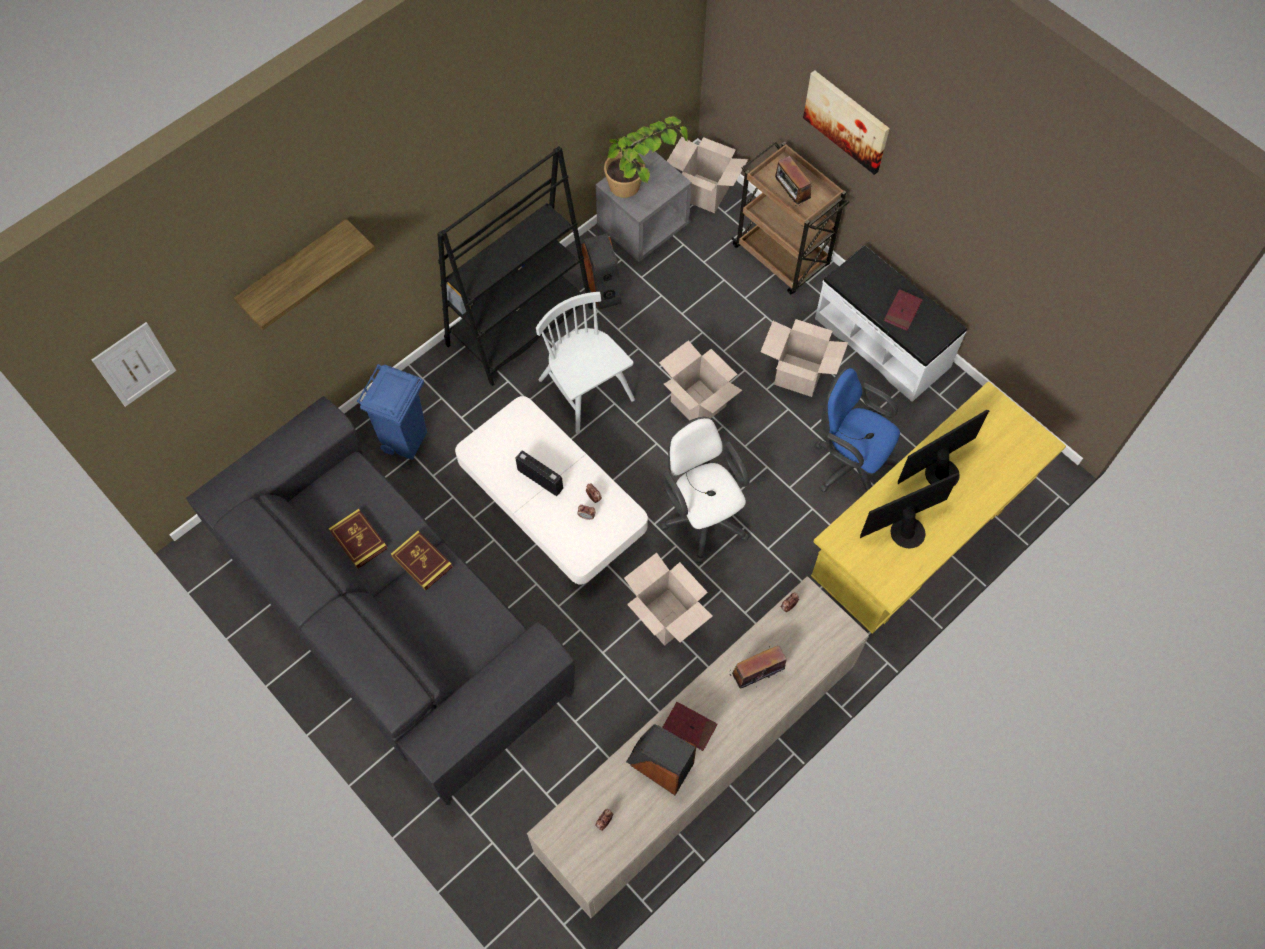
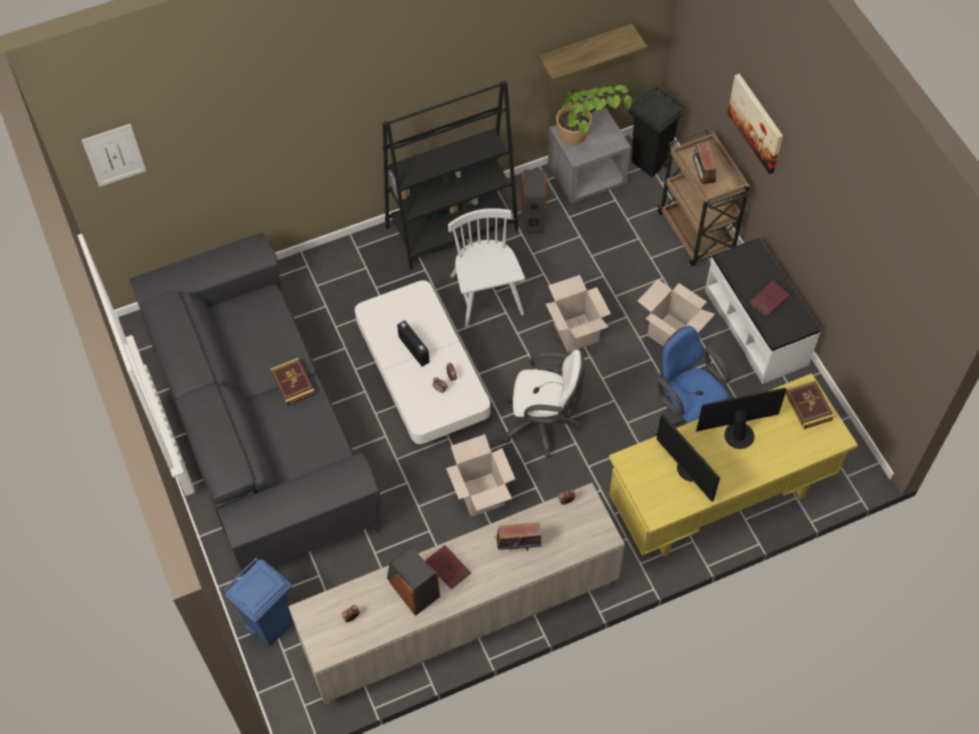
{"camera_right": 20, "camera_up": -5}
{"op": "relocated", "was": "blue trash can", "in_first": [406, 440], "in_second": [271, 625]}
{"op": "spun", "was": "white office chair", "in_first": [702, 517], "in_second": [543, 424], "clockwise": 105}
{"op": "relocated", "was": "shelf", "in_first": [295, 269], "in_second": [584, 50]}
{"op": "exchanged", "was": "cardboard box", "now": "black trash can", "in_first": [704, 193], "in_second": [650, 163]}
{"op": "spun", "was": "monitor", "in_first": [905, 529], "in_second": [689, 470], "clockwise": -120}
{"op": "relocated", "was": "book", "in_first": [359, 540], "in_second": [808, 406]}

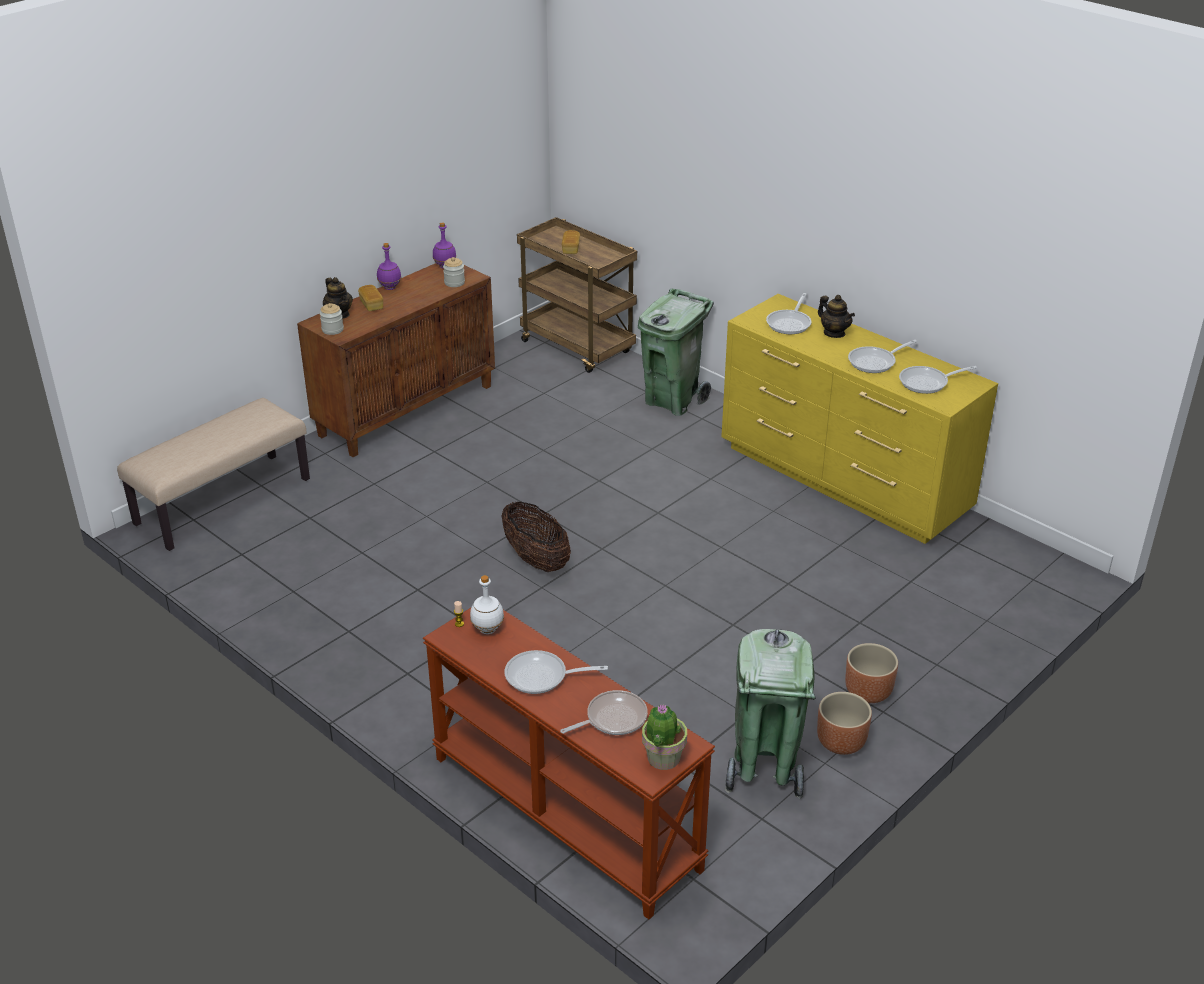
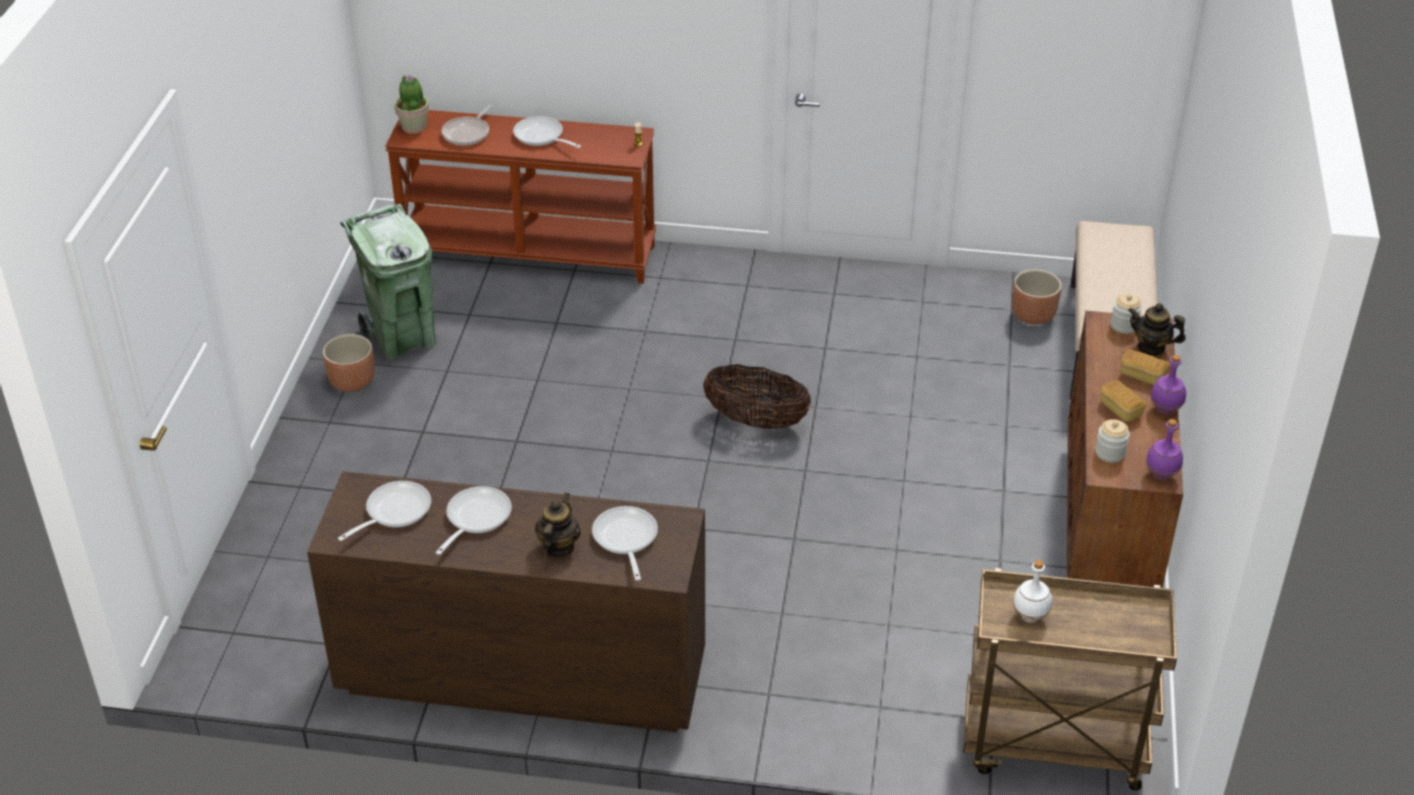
{"camera_right": 145, "camera_up": 5}
{"op": "colour", "was": "yellow dresser", "now": "brown dresser", "in_first": [844, 480], "in_second": [520, 676]}
{"op": "spun", "was": "frying pan", "in_first": [542, 677], "in_second": [541, 137], "clockwise": -105}
{"op": "spun", "was": "teapot", "in_first": [834, 333], "in_second": [558, 547], "clockwise": 90}
{"op": "relocated", "was": "brown planter", "in_first": [867, 692], "in_second": [1034, 316]}
{"op": "relocated", "was": "white bottle", "in_first": [487, 629], "in_second": [1030, 616]}
{"op": "relocated", "was": "bread", "in_first": [571, 249], "in_second": [1120, 409]}
{"op": "missing", "was": "green trash can", "in_first": [672, 400]}

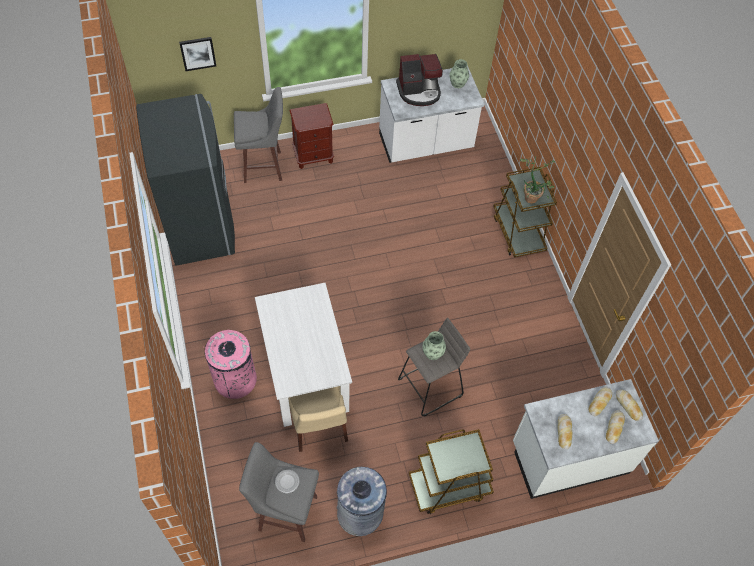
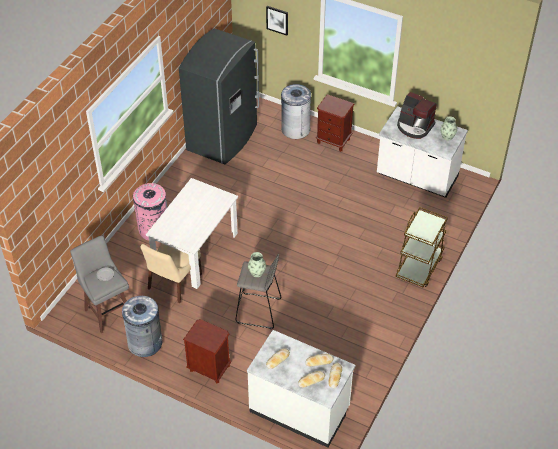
{"camera_right": 45, "camera_up": -10}
{"op": "exchanged", "was": "brown cart", "now": "brown nightstand", "in_first": [449, 486], "in_second": [209, 368]}
{"op": "exchanged", "was": "grey stool", "now": "grey trash can", "in_first": [264, 167], "in_second": [295, 129]}
{"op": "missing", "was": "potted plant", "in_first": [532, 195]}

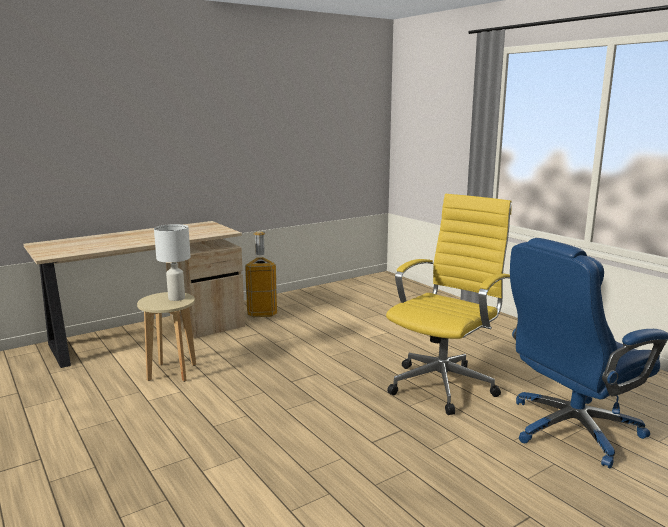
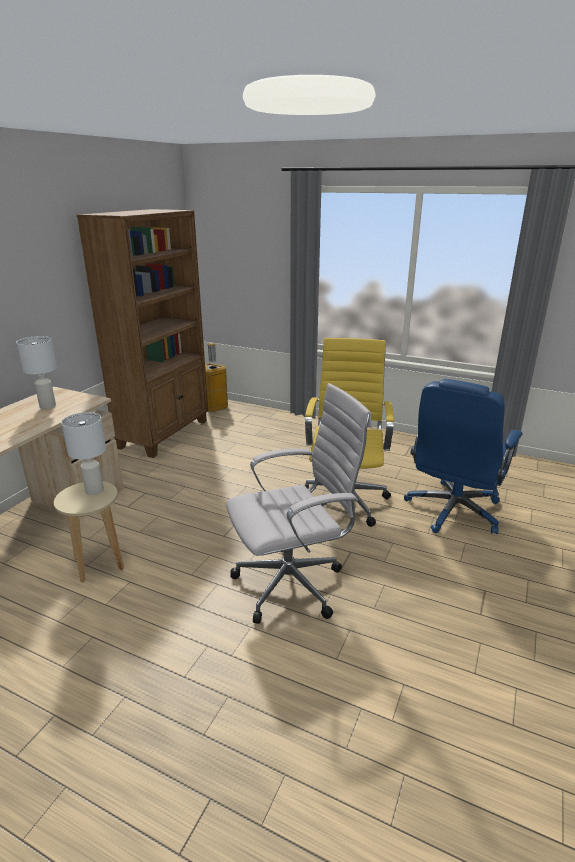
{"camera_right": -30, "camera_up": 10}
{"op": "appeared", "now": "white table lamp", "in_second": [47, 406]}
{"op": "appeared", "now": "brown bookcase", "in_second": [165, 434]}
{"op": "relocated", "was": "trash can", "in_first": [262, 313], "in_second": [215, 407]}
{"op": "appeared", "now": "white office chair", "in_second": [294, 584]}

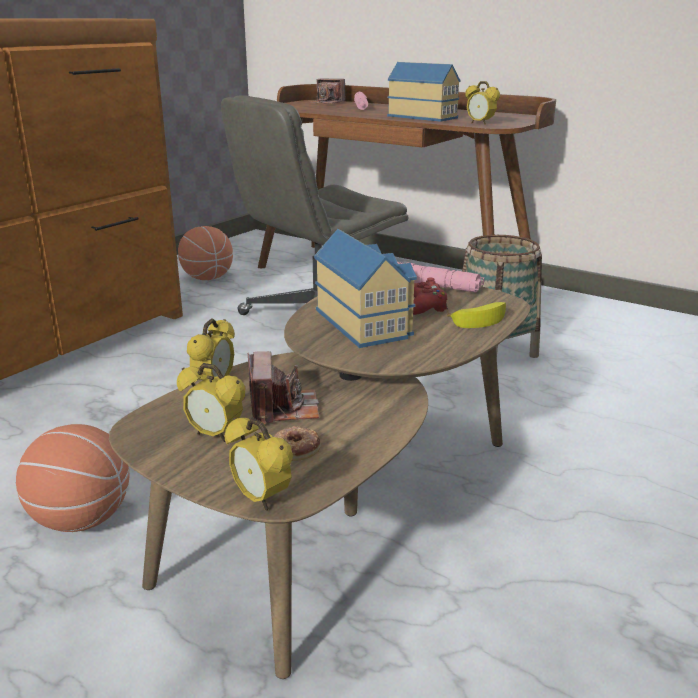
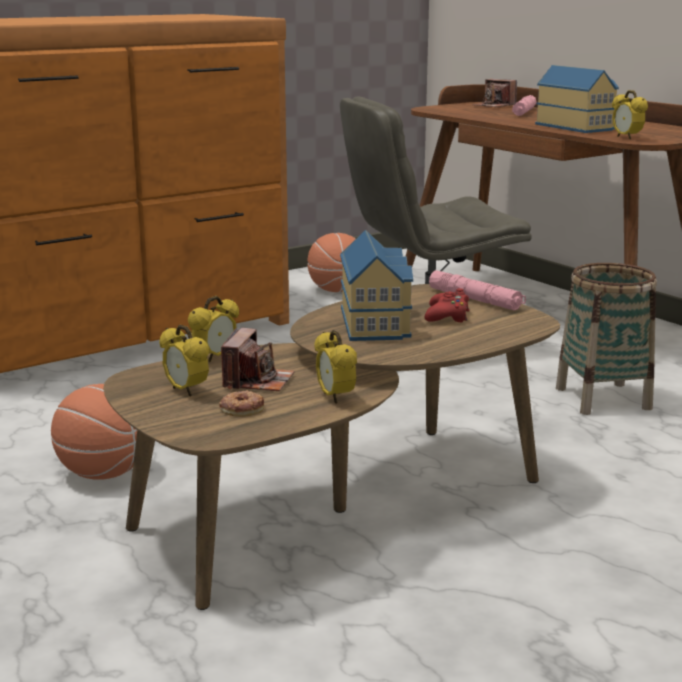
{"camera_right": 20, "camera_up": -5}
{"op": "relocated", "was": "alarm clock", "in_first": [261, 499], "in_second": [335, 398]}
{"op": "missing", "was": "banana", "in_first": [480, 320]}

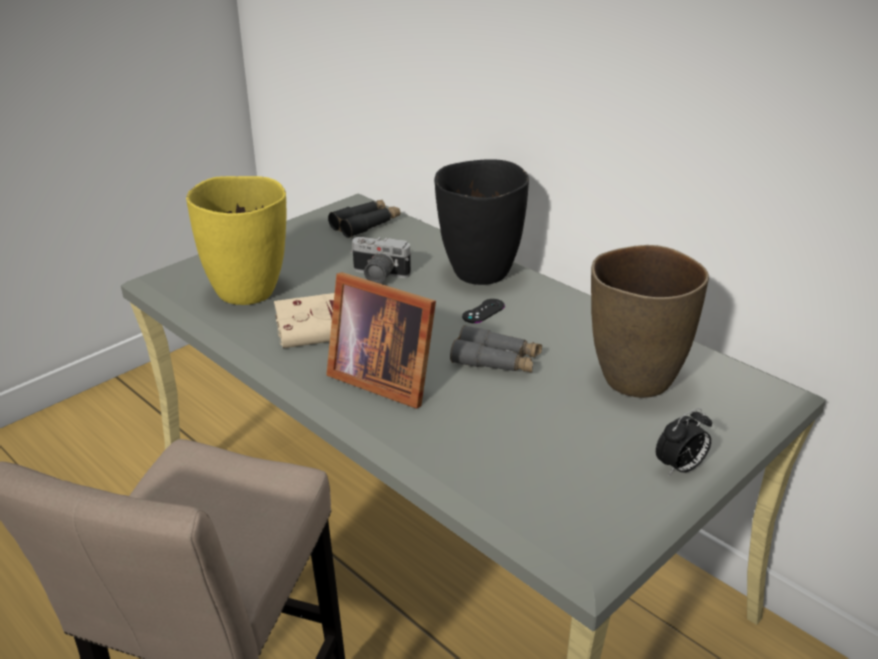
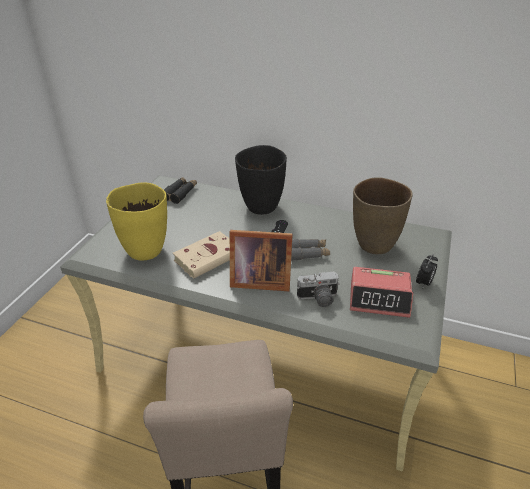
{"camera_right": -25, "camera_up": 5}
{"op": "relocated", "was": "photo camera", "in_first": [378, 276], "in_second": [318, 299]}
{"op": "appeared", "now": "alarm clock", "in_second": [379, 298]}

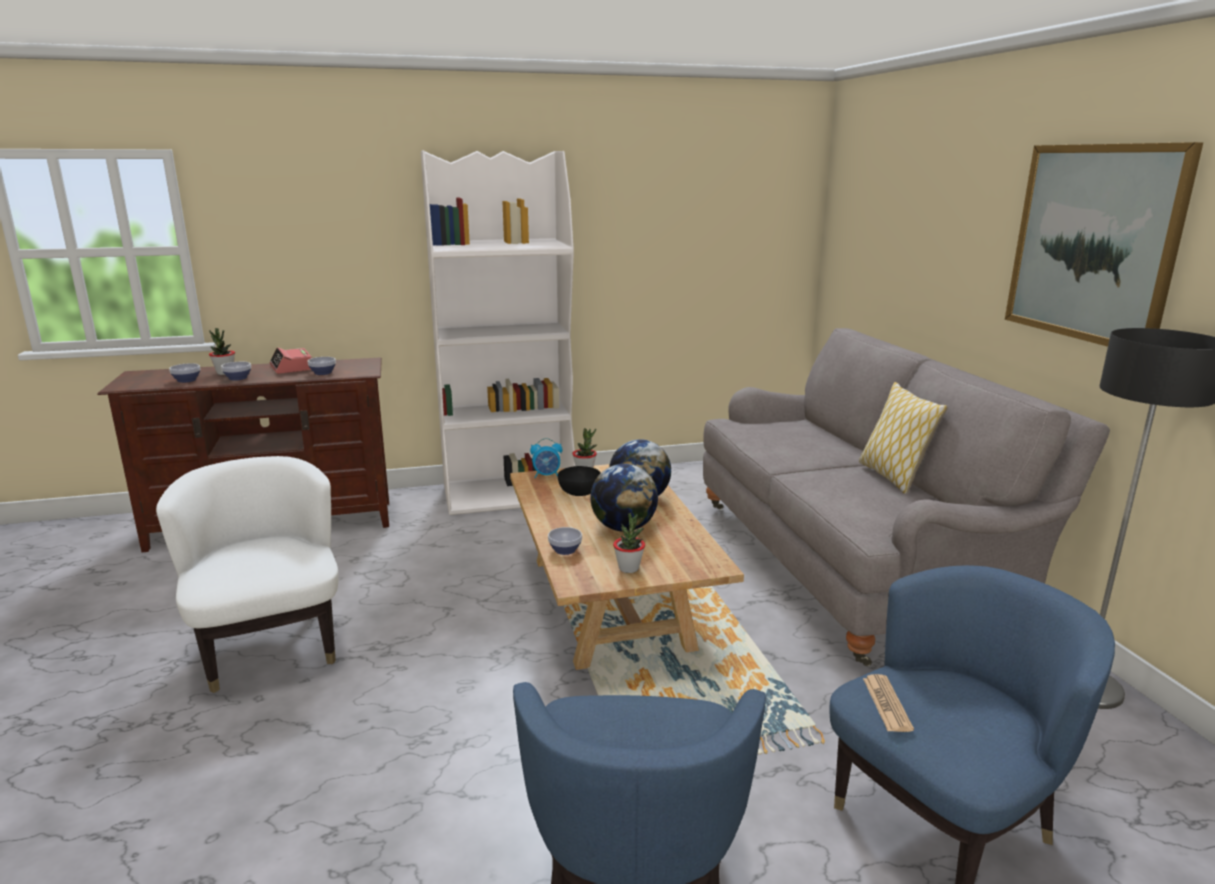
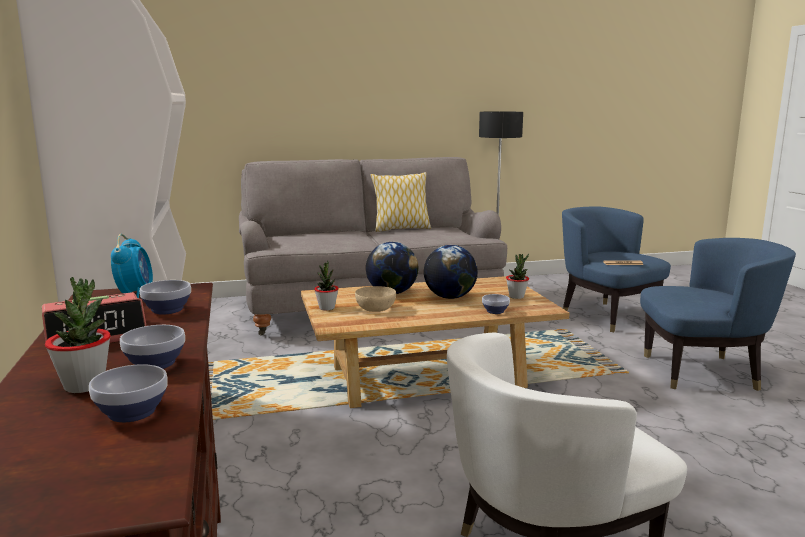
{"camera_right": -90, "camera_up": -5}
{"op": "relocated", "was": "alarm clock", "in_first": [547, 475], "in_second": [135, 293]}
{"op": "colour", "was": "black bowl", "now": "beige bowl", "in_first": [579, 492], "in_second": [375, 309]}
{"op": "missing", "was": "picture", "in_first": [1093, 243]}

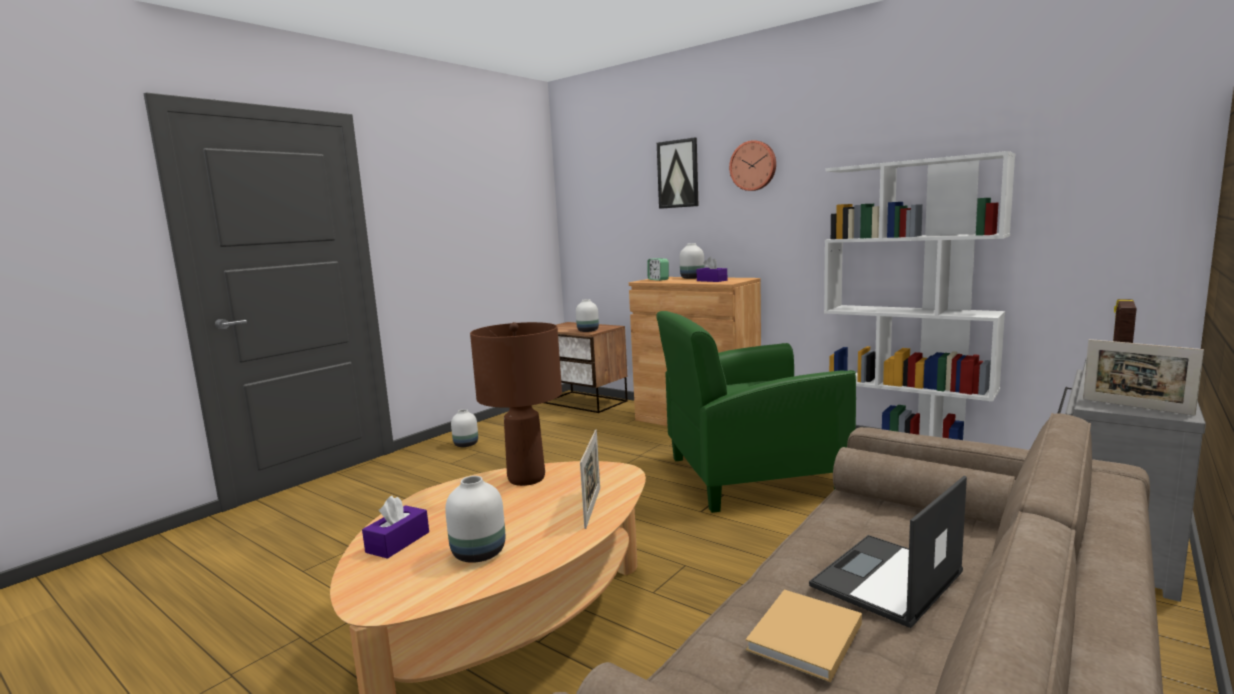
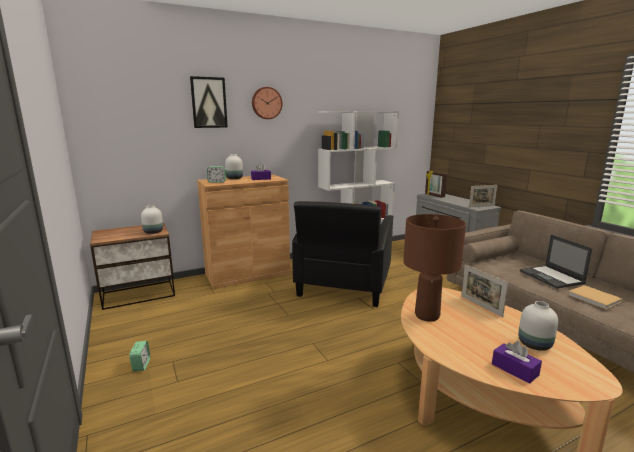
{"camera_right": -65, "camera_up": 5}
{"op": "exchanged", "was": "white vase", "now": "alarm clock", "in_first": [466, 444], "in_second": [141, 365]}
{"op": "colour", "was": "green armchair", "now": "black armchair", "in_first": [749, 476], "in_second": [343, 286]}
{"op": "spun", "was": "picture frame", "in_first": [592, 507], "in_second": [481, 306], "clockwise": -150}

